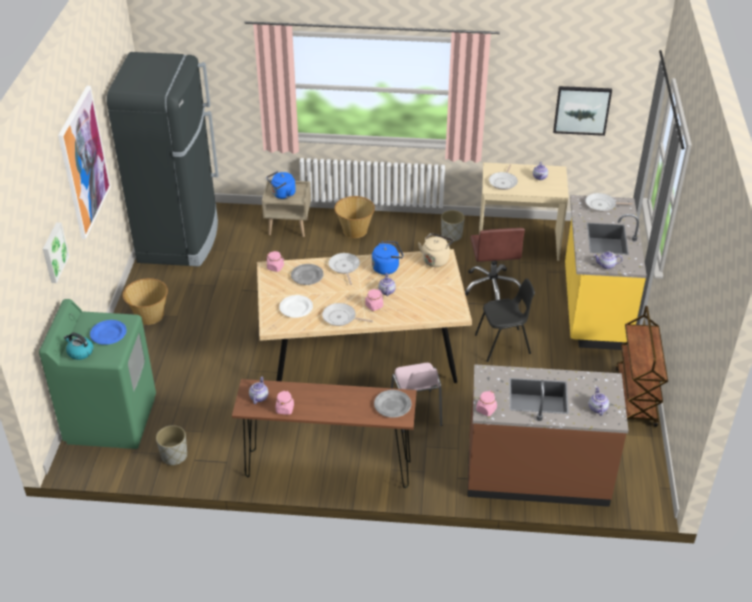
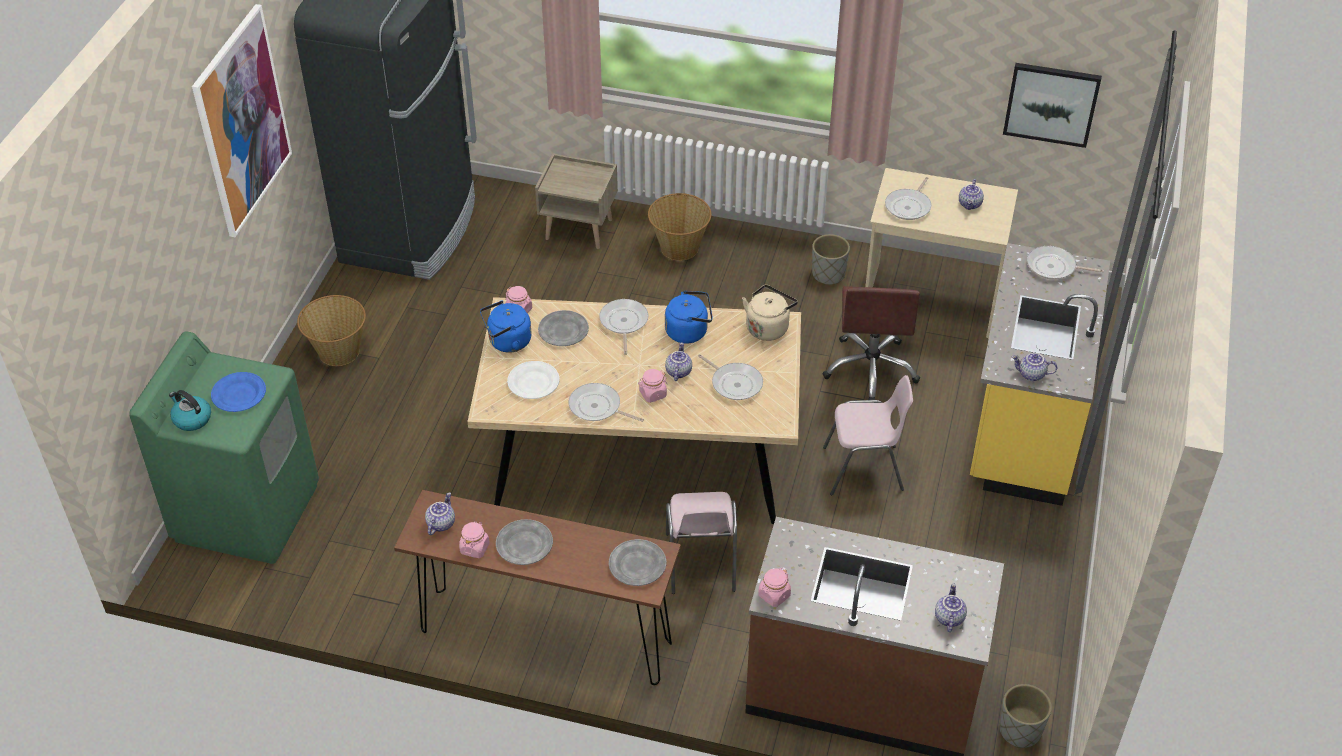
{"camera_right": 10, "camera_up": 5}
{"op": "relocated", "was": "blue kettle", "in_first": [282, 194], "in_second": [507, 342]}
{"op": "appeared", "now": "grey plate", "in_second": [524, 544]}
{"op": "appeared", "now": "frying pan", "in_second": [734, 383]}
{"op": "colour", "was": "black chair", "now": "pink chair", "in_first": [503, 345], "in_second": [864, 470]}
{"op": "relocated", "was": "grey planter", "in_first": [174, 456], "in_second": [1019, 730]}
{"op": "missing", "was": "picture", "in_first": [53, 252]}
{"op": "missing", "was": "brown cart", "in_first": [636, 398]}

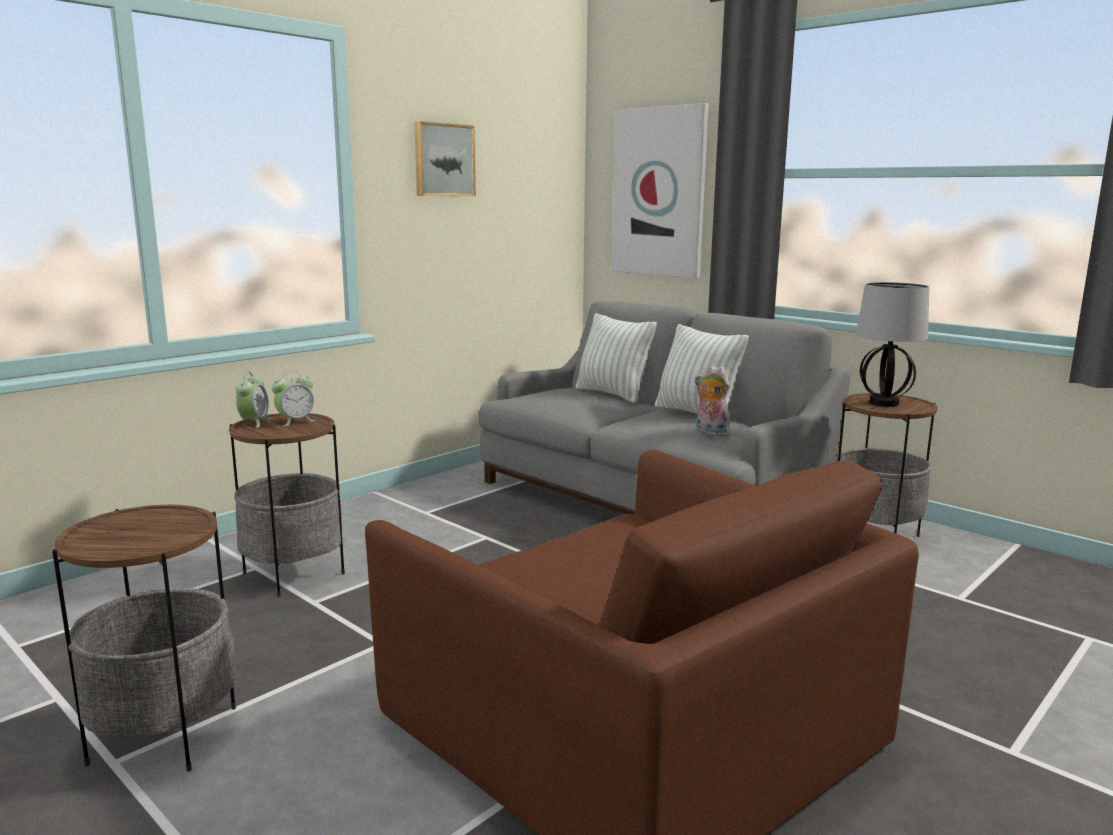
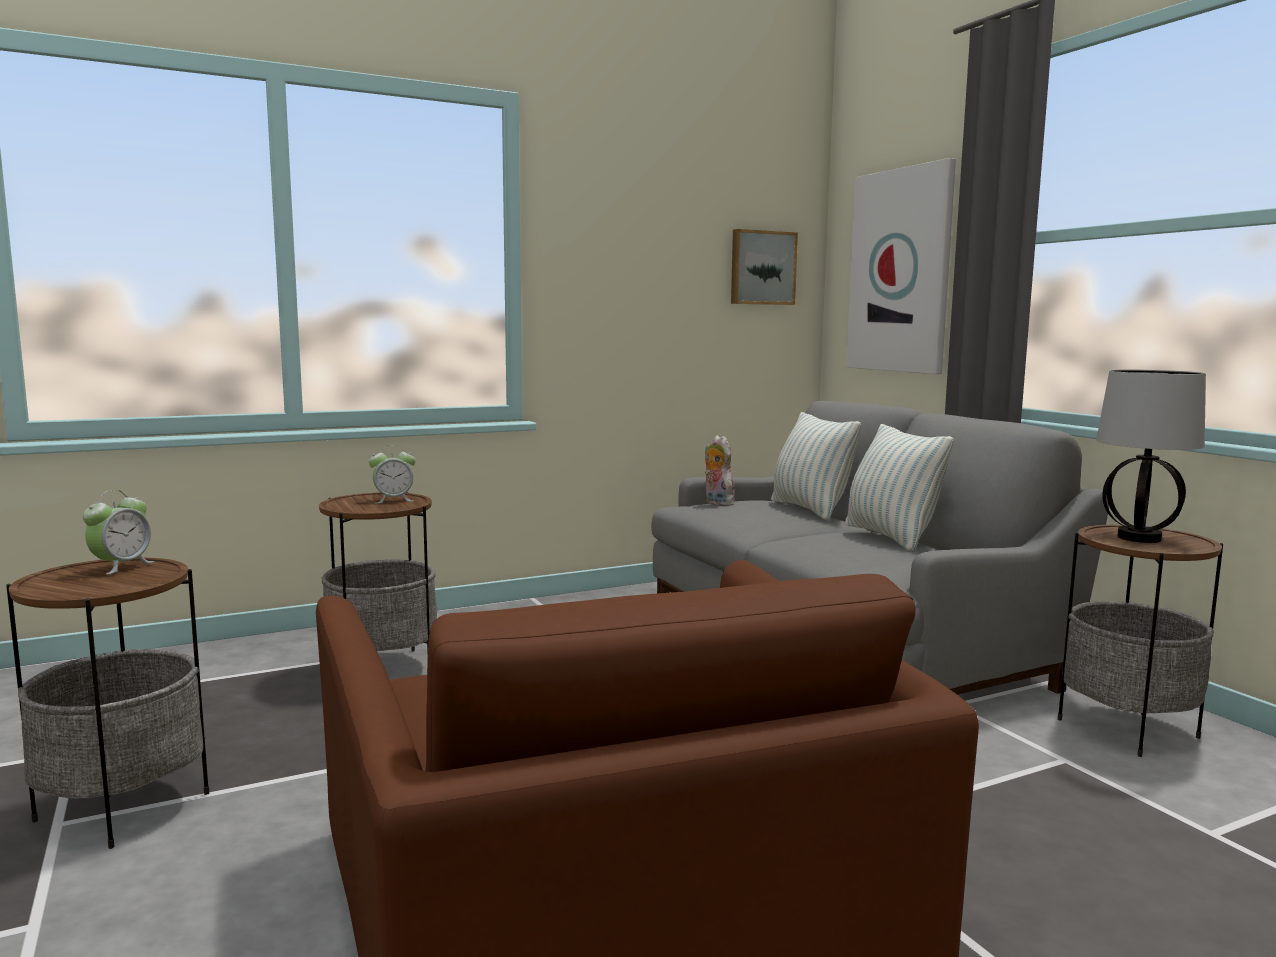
{"camera_right": 20, "camera_up": -5}
{"op": "relocated", "was": "alarm clock", "in_first": [254, 422], "in_second": [121, 566]}
{"op": "relocated", "was": "plush toy", "in_first": [710, 433], "in_second": [716, 503]}
{"op": "relocated", "was": "picture", "in_first": [443, 160], "in_second": [762, 268]}

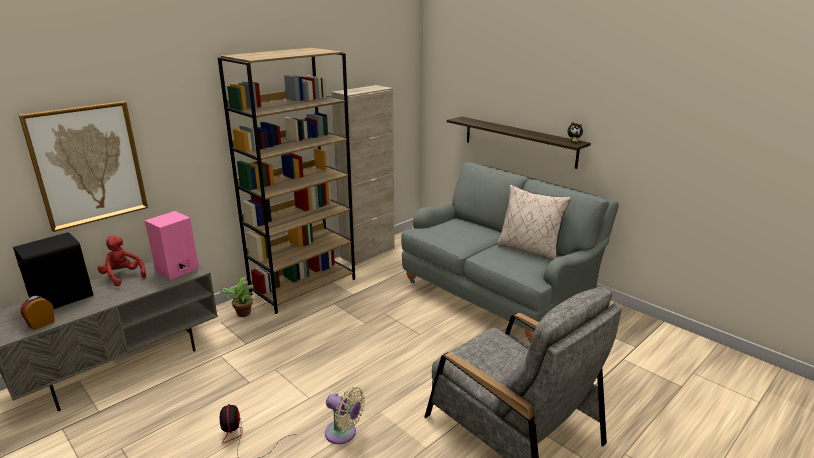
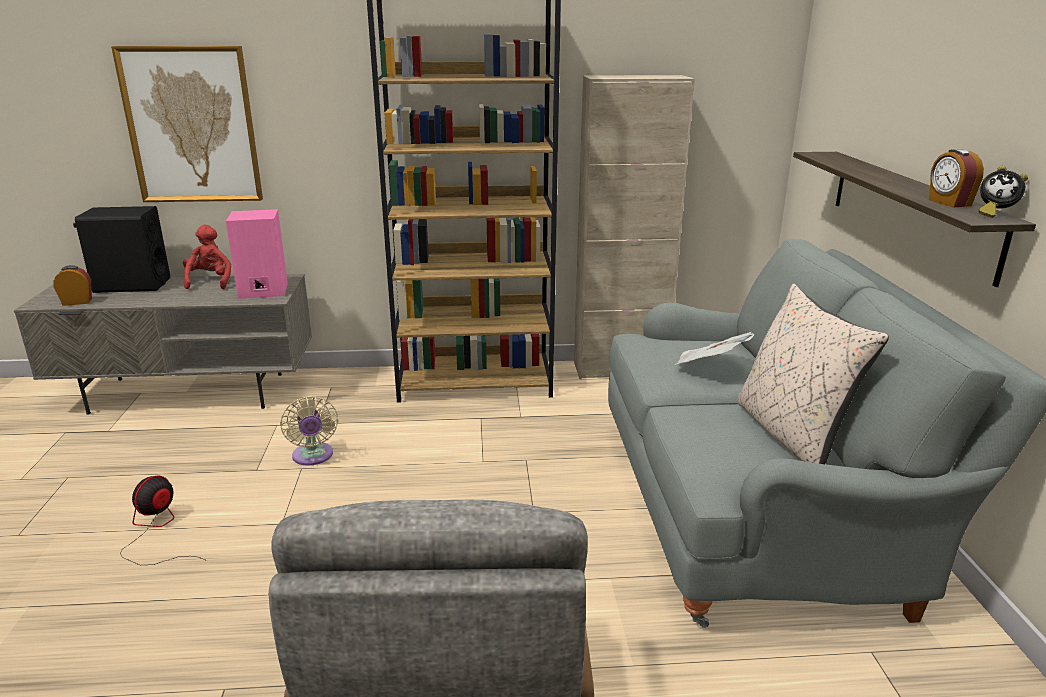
{"camera_right": 40, "camera_up": 0}
{"op": "relocated", "was": "beige fan", "in_first": [343, 434], "in_second": [313, 457]}
{"op": "appeared", "now": "newspaper", "in_second": [710, 366]}
{"op": "appeared", "now": "alarm clock", "in_second": [949, 203]}
{"op": "missing", "was": "potted plant", "in_first": [242, 314]}

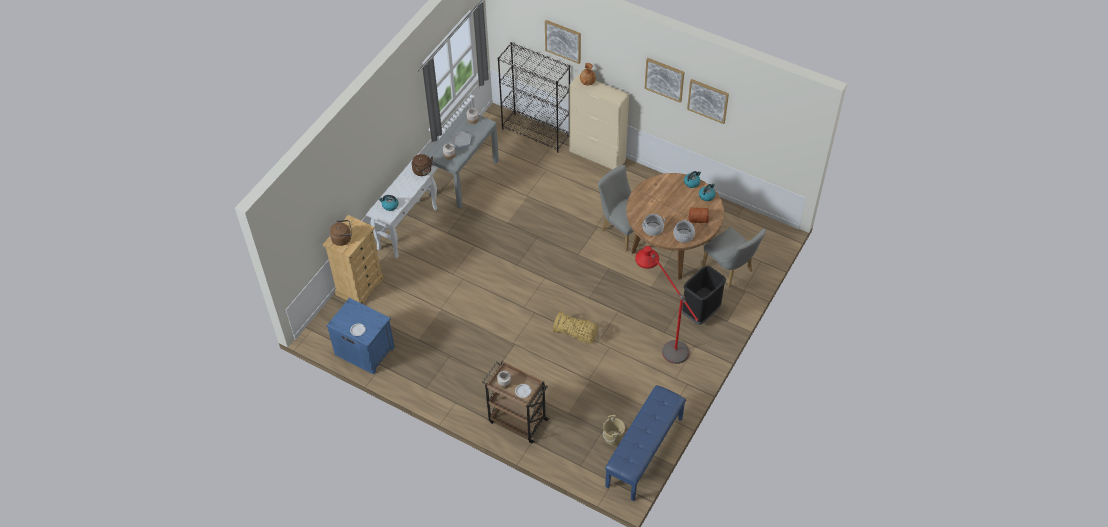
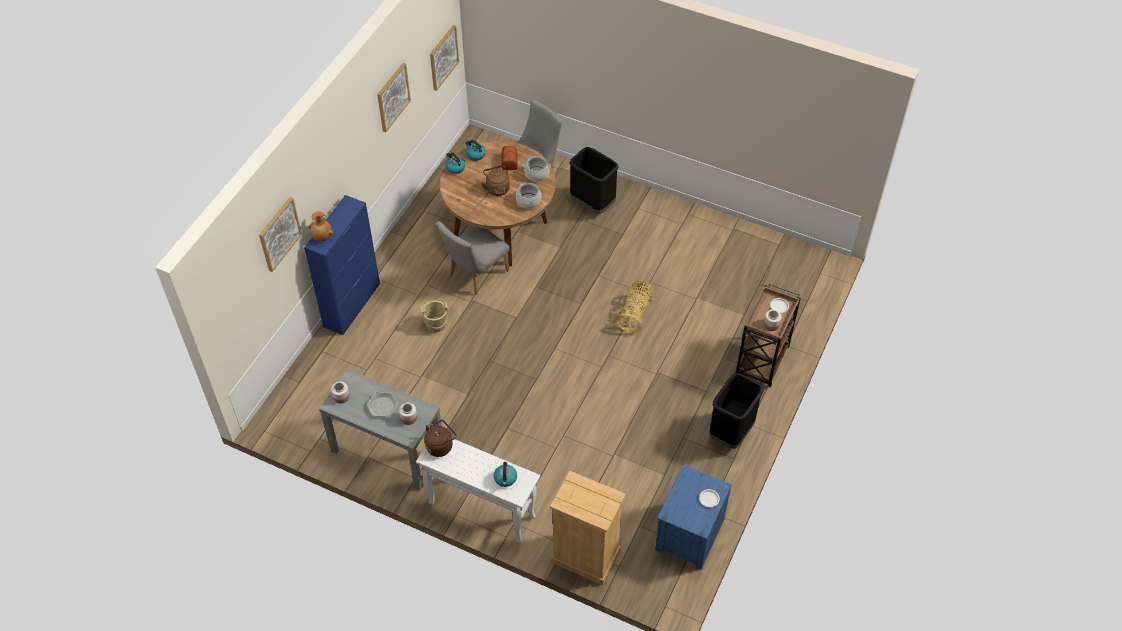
{"camera_right": -95, "camera_up": 0}
{"op": "colour", "was": "beige cabinet", "now": "blue cabinet", "in_first": [597, 156], "in_second": [352, 305]}
{"op": "relocated", "was": "beige bucket", "in_first": [613, 437], "in_second": [436, 324]}
{"op": "relocated", "was": "picture", "in_first": [664, 79], "in_second": [443, 57]}
{"op": "relocated", "was": "brown kettle", "in_first": [343, 238], "in_second": [497, 188]}
{"op": "appeared", "now": "black trash can", "in_second": [731, 432]}
{"op": "missing", "was": "black bookcase", "in_first": [536, 133]}
{"op": "missing", "was": "blue bench", "in_first": [645, 452]}
{"op": "missing", "was": "red floor lamp", "in_first": [662, 340]}

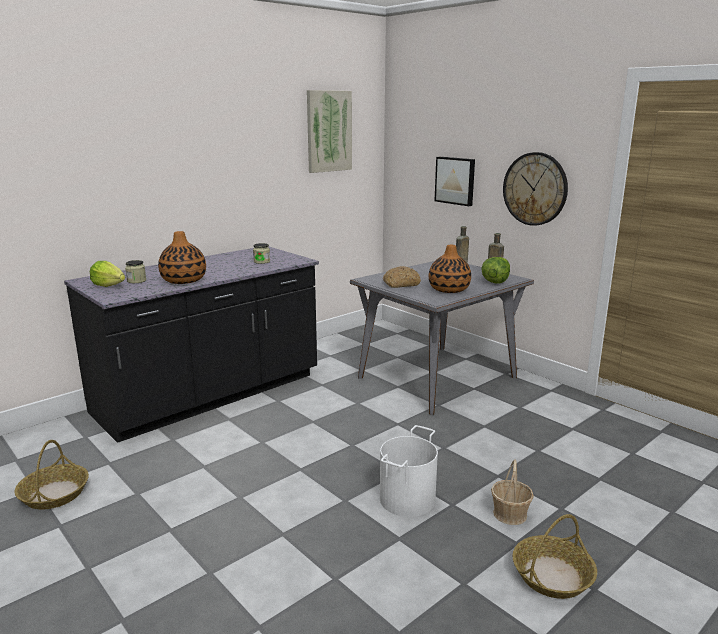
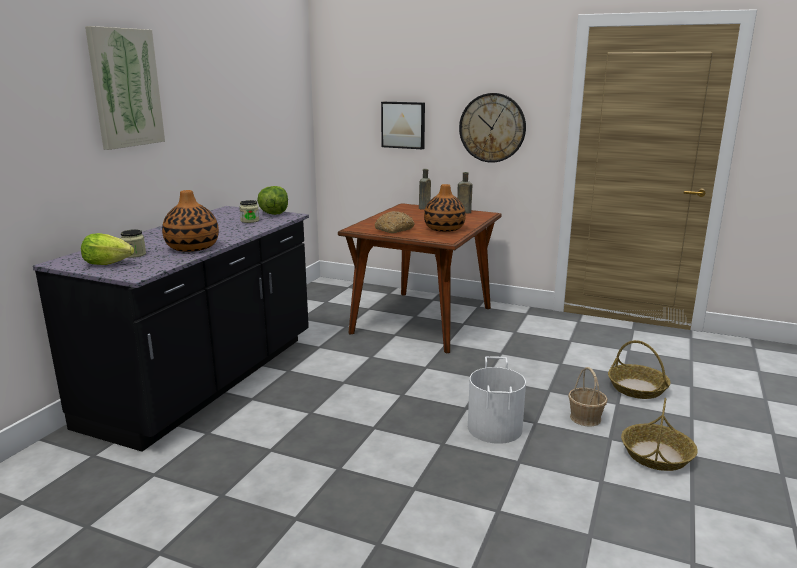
{"camera_right": -25, "camera_up": 0}
{"op": "relocated", "was": "picture", "in_first": [328, 131], "in_second": [125, 88]}
{"op": "relocated", "was": "lettuce", "in_first": [494, 282], "in_second": [274, 214]}
{"op": "colour", "was": "grey dining table", "now": "brown dining table", "in_first": [437, 377], "in_second": [423, 320]}
{"op": "relocated", "was": "basket", "in_first": [54, 494], "in_second": [636, 388]}

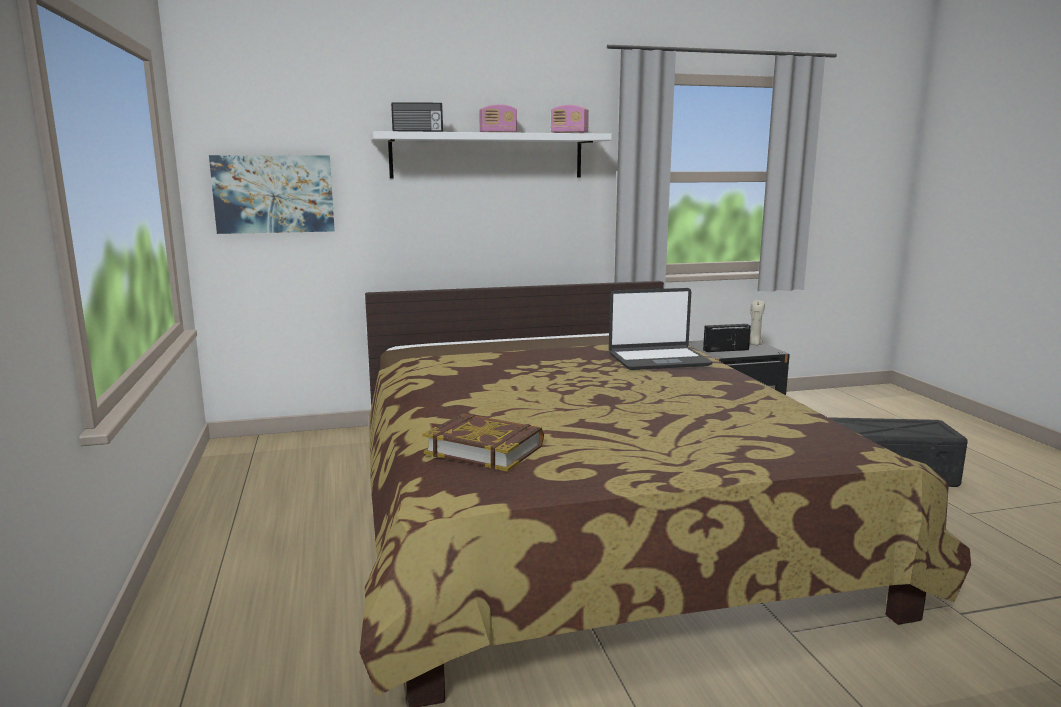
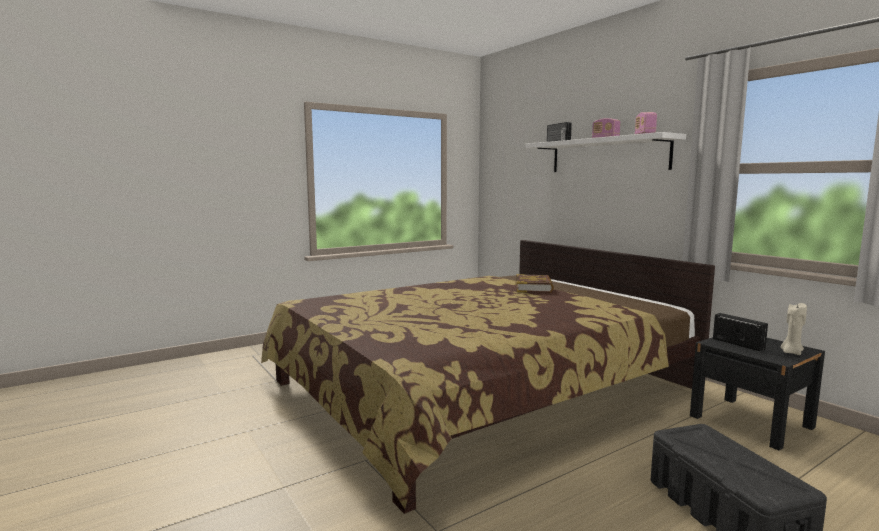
{"camera_right": 70, "camera_up": -5}
{"op": "relocated", "was": "book", "in_first": [484, 449], "in_second": [534, 288]}
{"op": "missing", "was": "picture", "in_first": [274, 194]}
{"op": "missing", "was": "laptop", "in_first": [658, 360]}

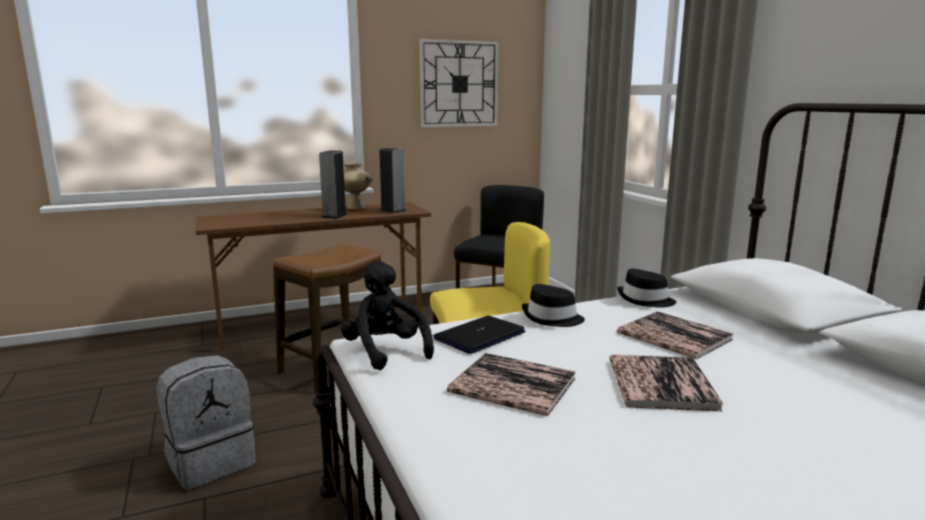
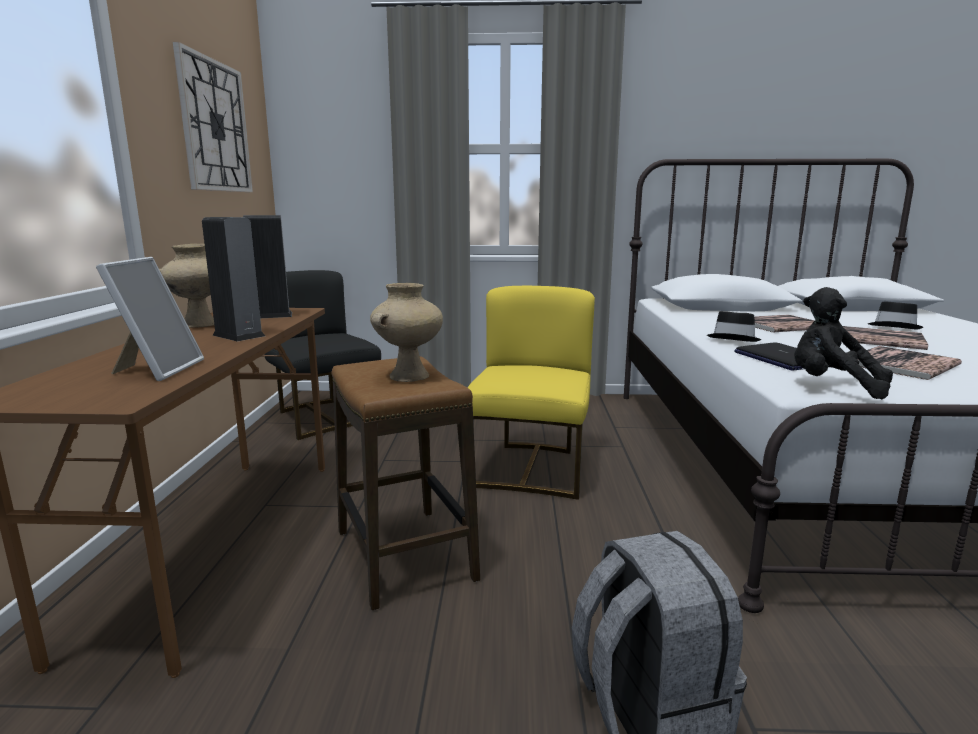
{"camera_right": -65, "camera_up": 0}
{"op": "appeared", "now": "picture frame", "in_second": [157, 370]}
{"op": "appeared", "now": "beige vase", "in_second": [409, 375]}
{"op": "spun", "was": "black plush toy", "in_first": [385, 352], "in_second": [832, 387], "clockwise": 45}
{"op": "relocated", "was": "black hat", "in_first": [645, 300], "in_second": [894, 327]}

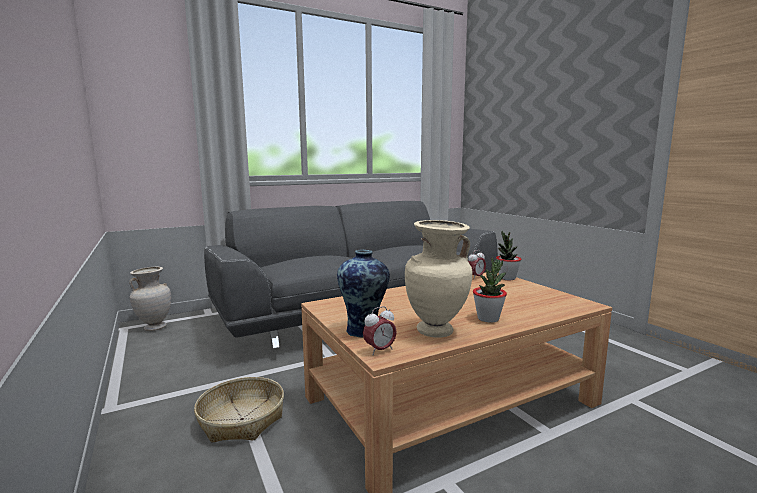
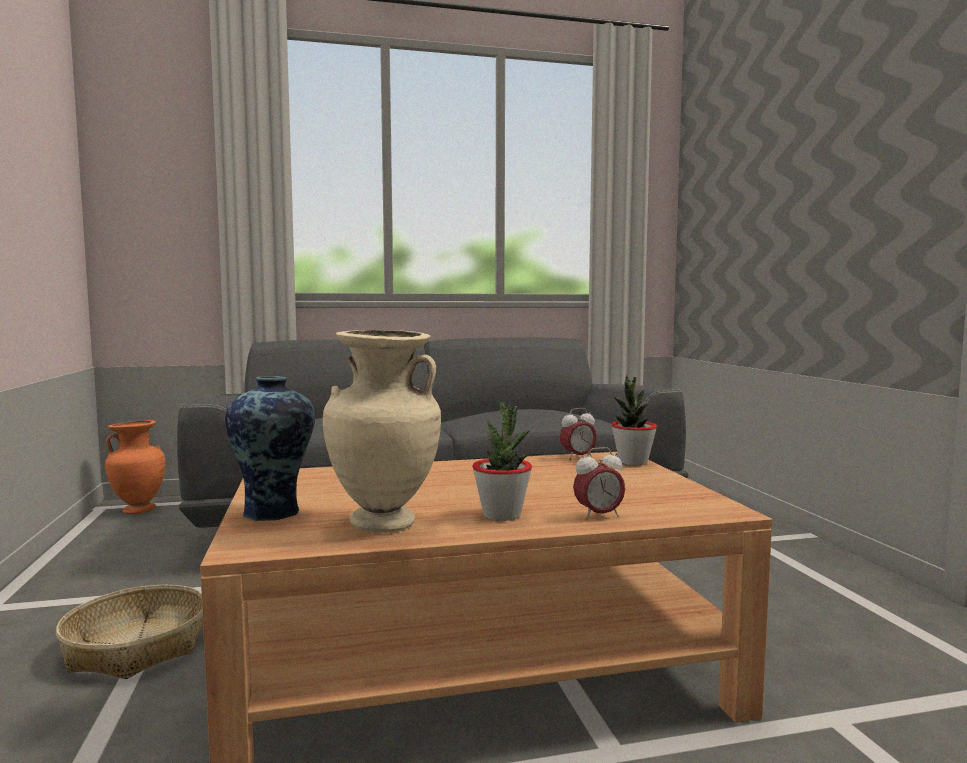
{"camera_right": 15, "camera_up": -5}
{"op": "colour", "was": "beige vase", "now": "orange vase", "in_first": [154, 327], "in_second": [139, 510]}
{"op": "relocated", "was": "alarm clock", "in_first": [379, 350], "in_second": [598, 516]}

